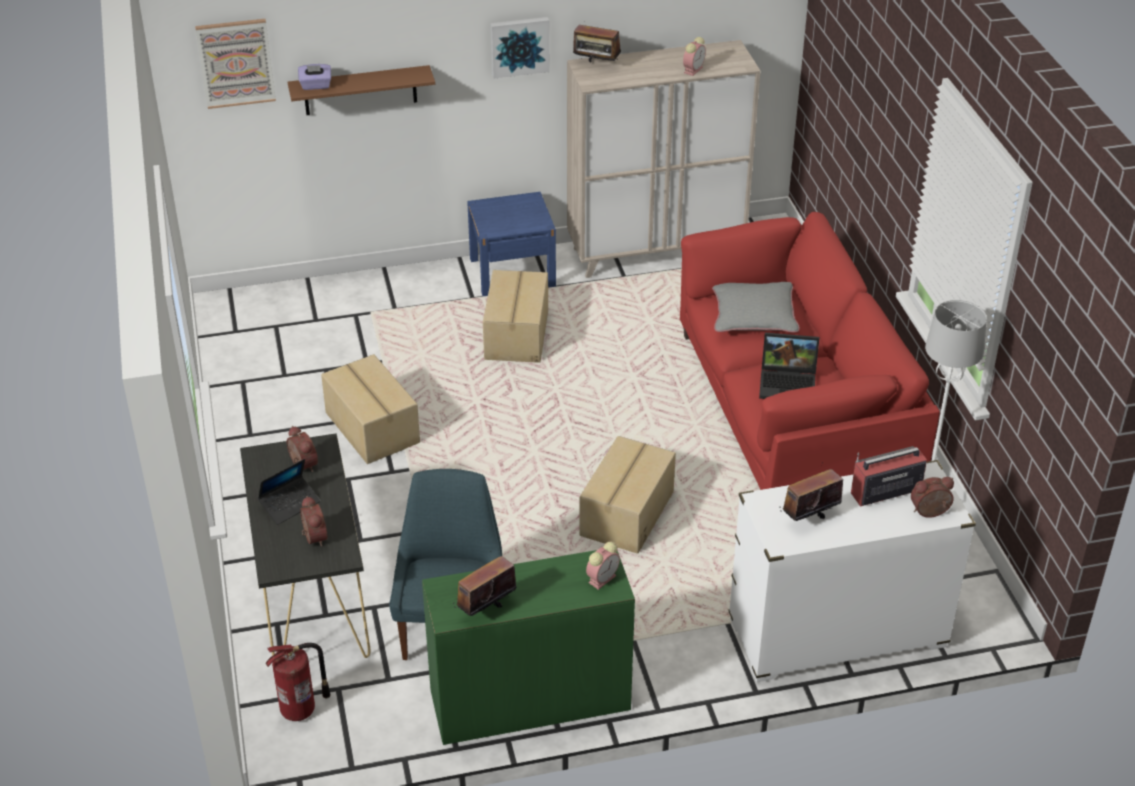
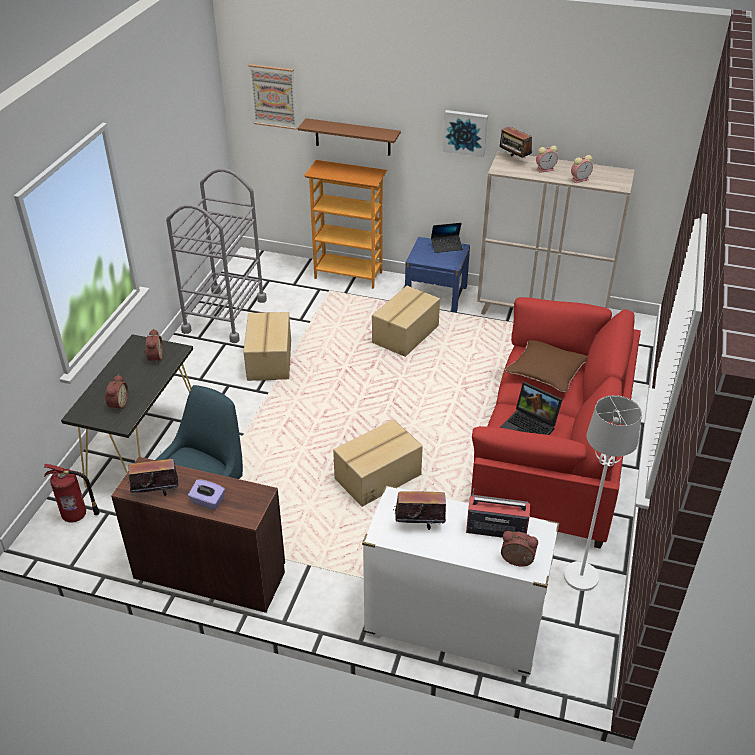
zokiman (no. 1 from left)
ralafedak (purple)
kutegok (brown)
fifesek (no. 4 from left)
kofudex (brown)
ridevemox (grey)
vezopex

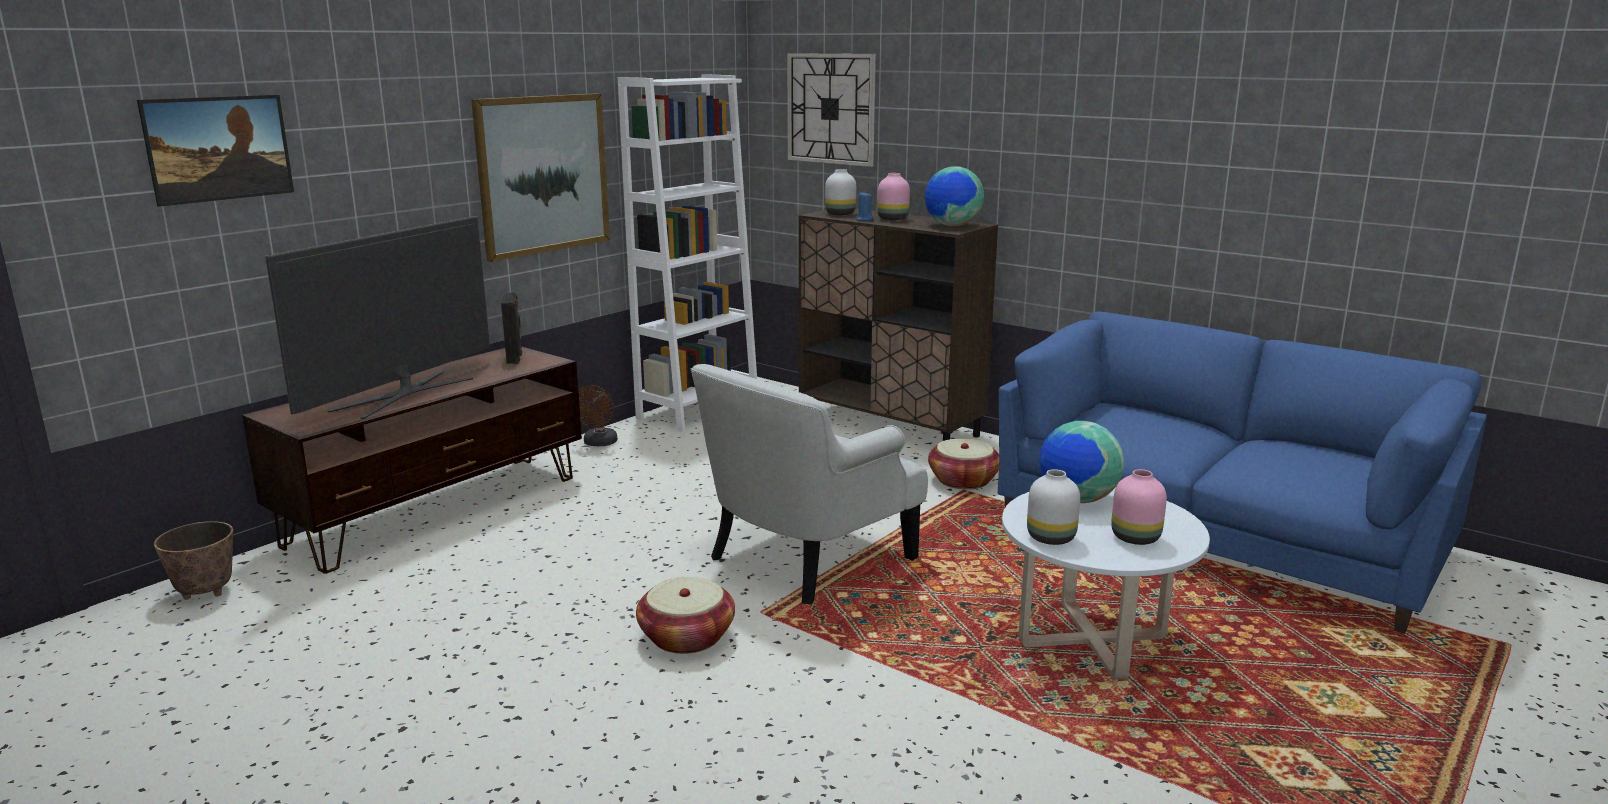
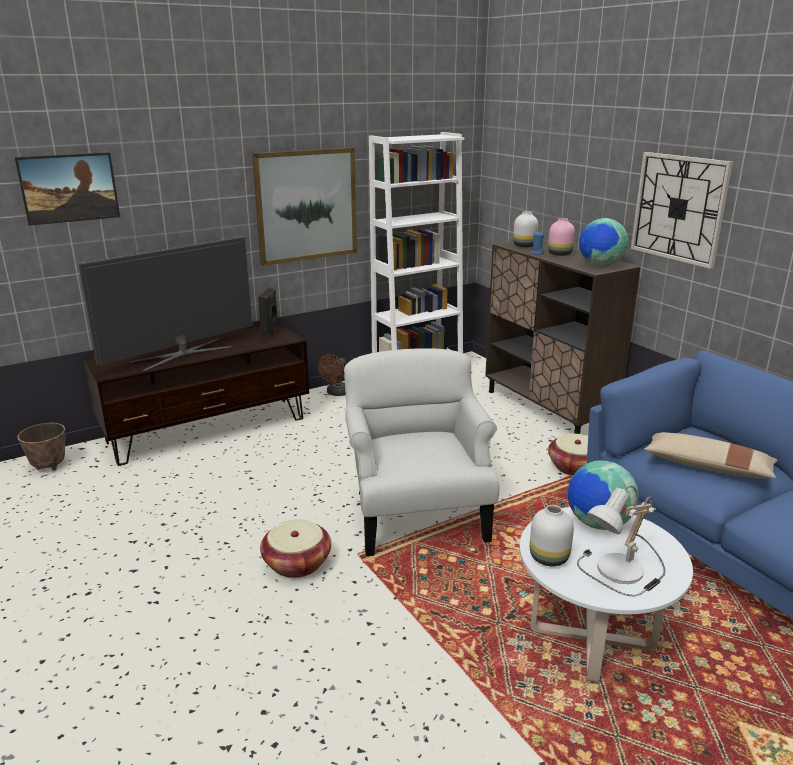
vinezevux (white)
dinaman
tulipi
kofudex (beige)

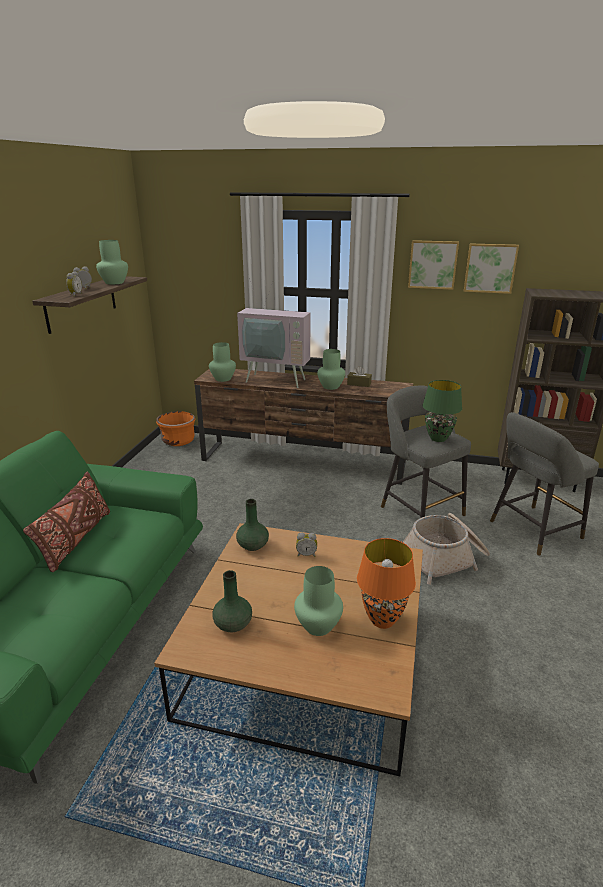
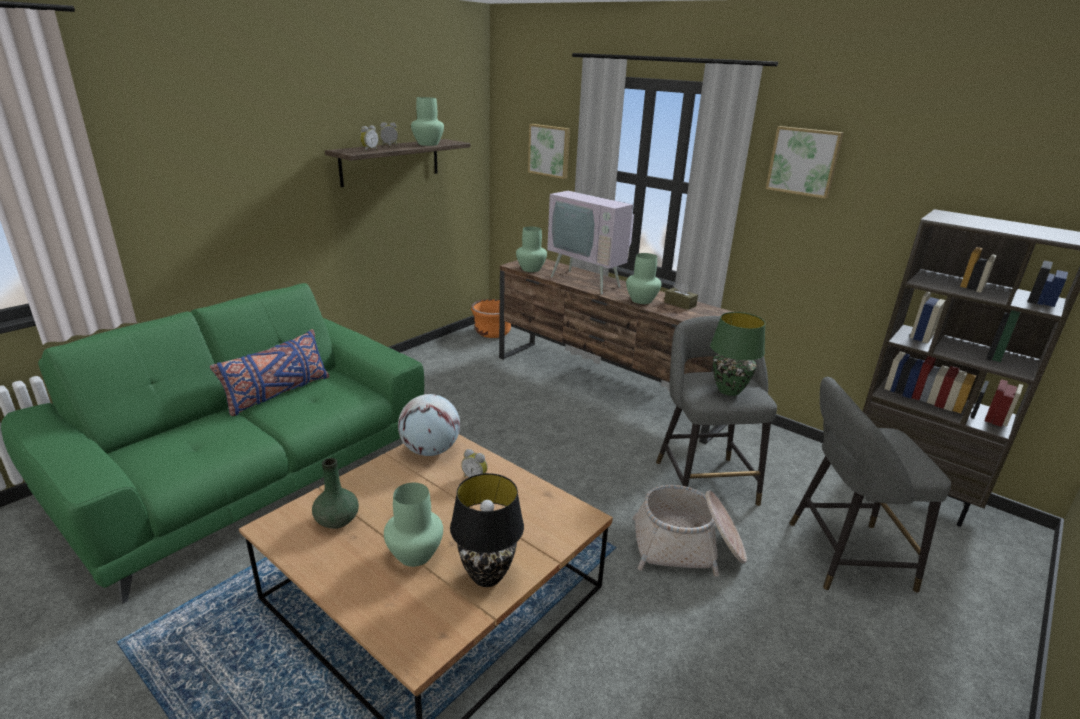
kofudex (blue)
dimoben
tulipi (black)
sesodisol (no. 1 from left)

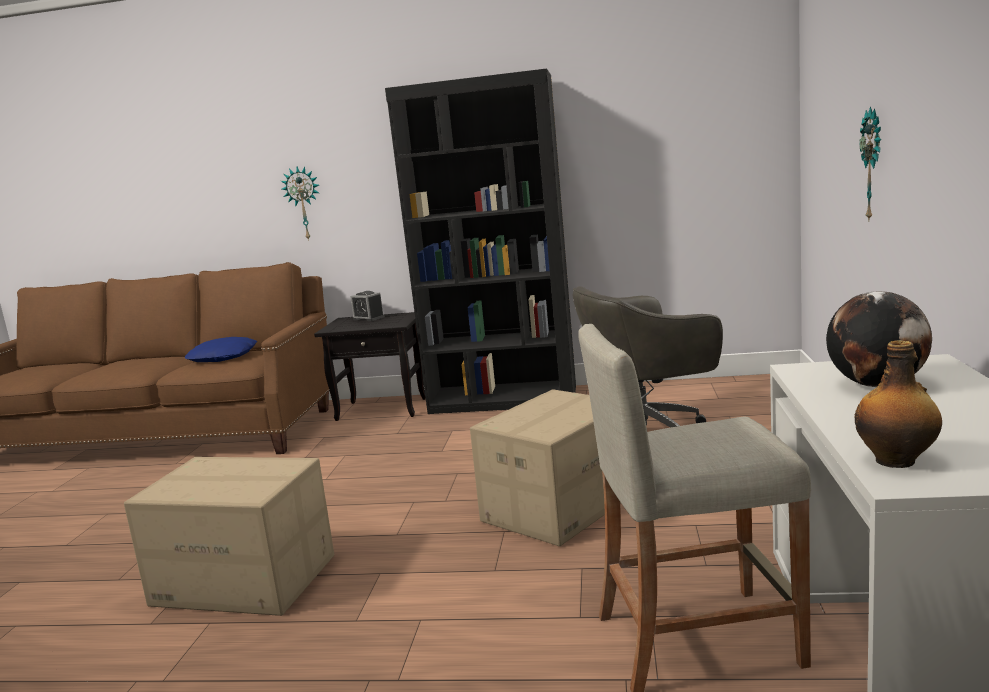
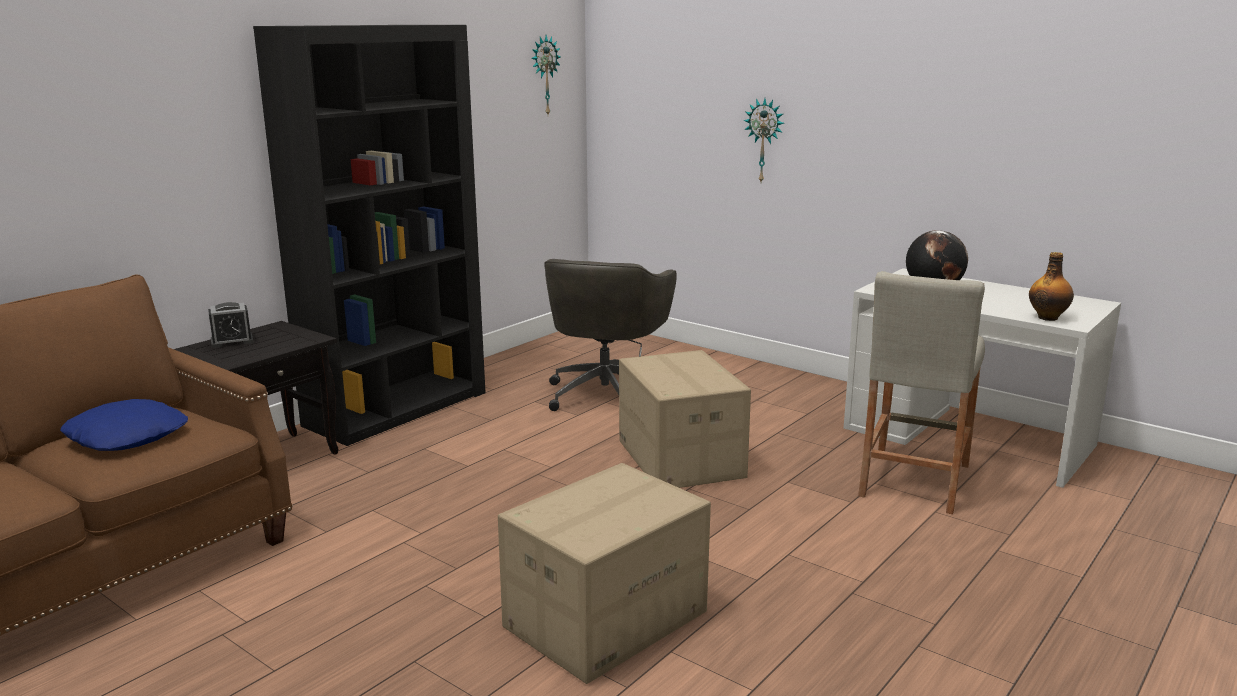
dinaman (no. 1 from left)

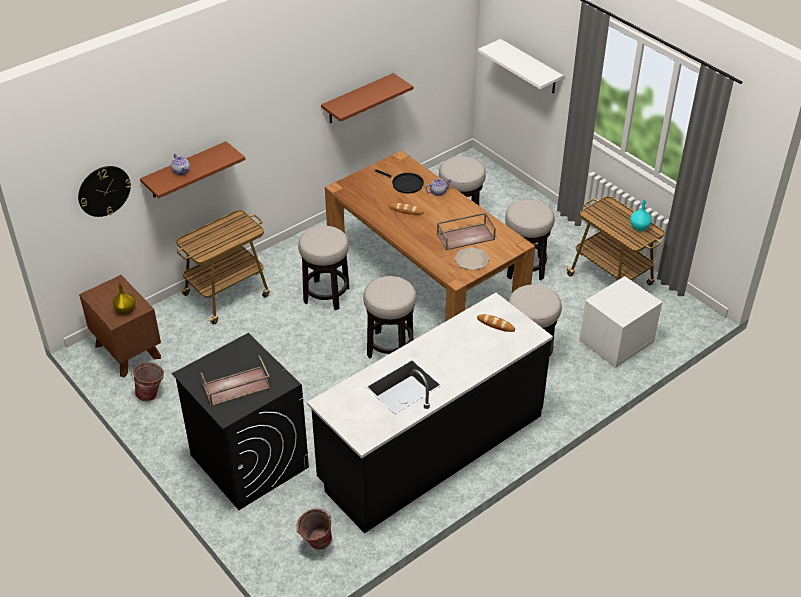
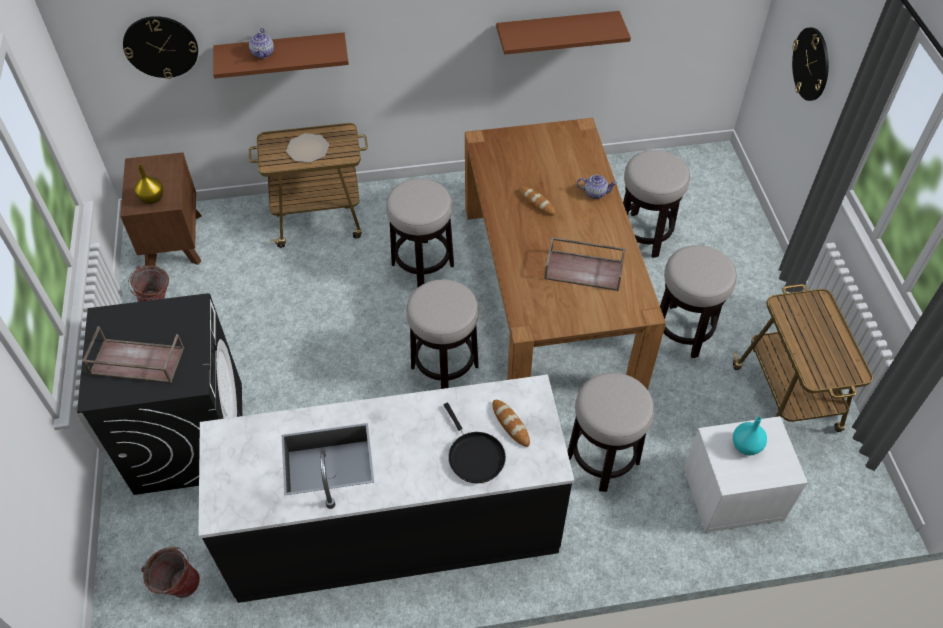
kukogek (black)
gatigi
dinaman (no. 2 from left)
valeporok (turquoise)

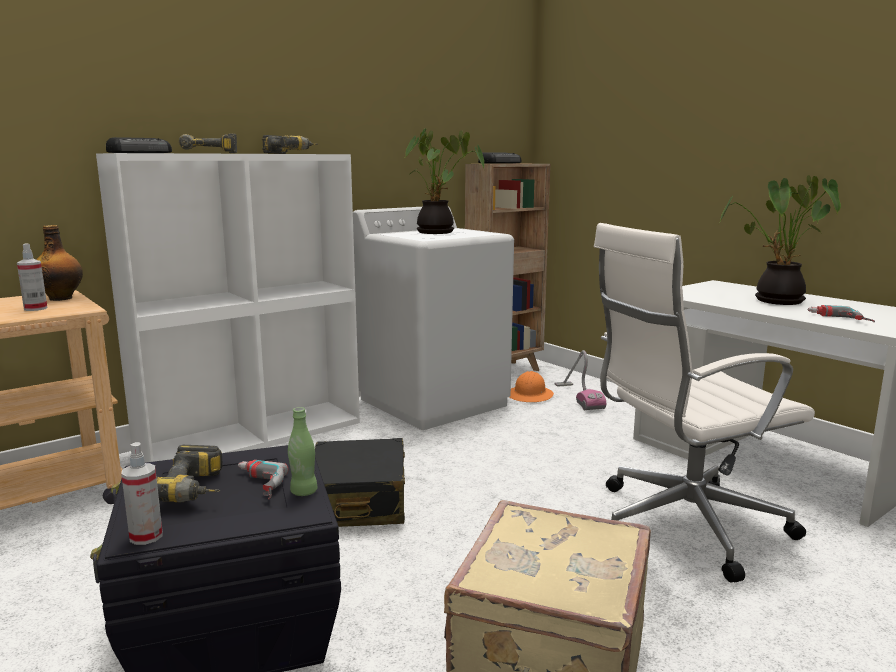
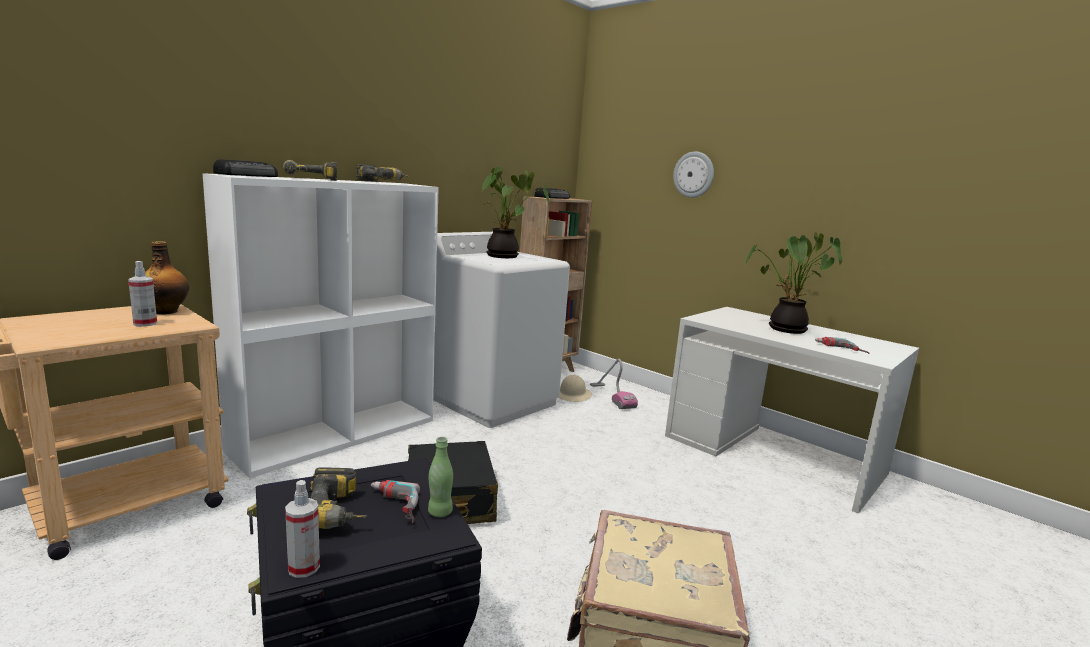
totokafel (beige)
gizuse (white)
dinaman

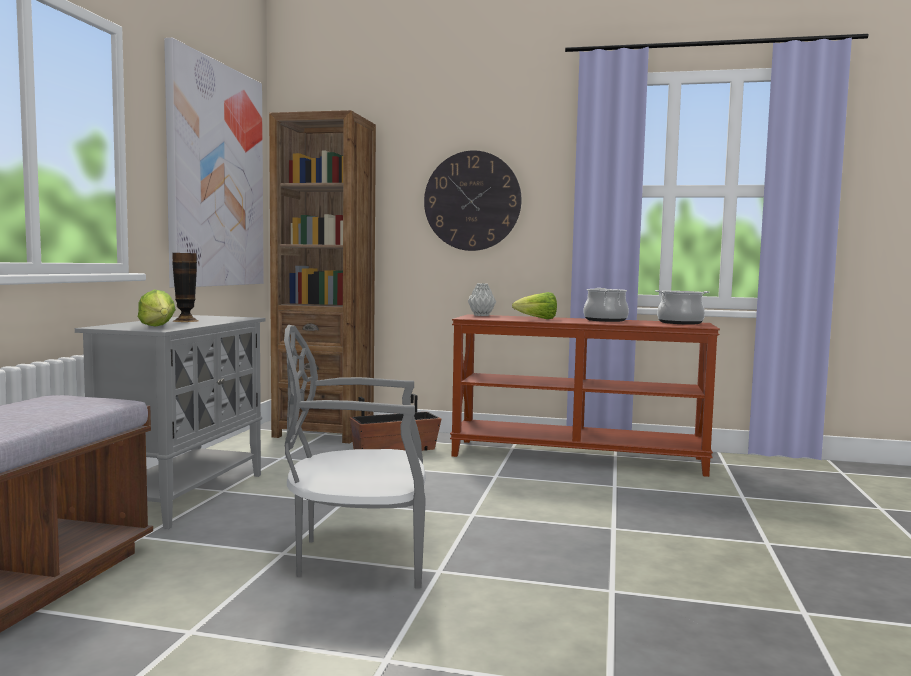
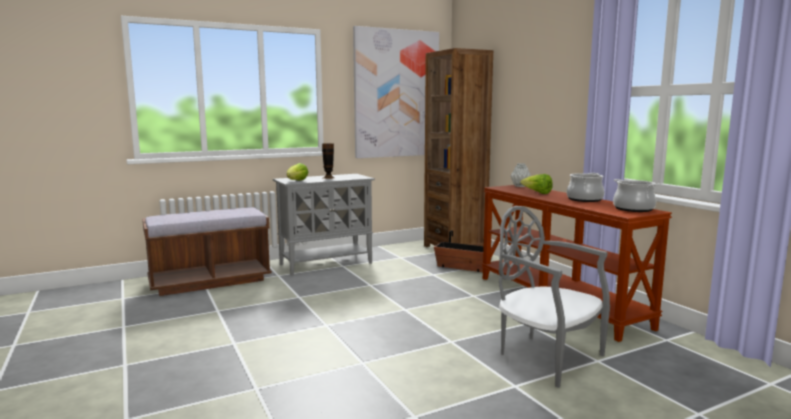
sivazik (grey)
dinaman

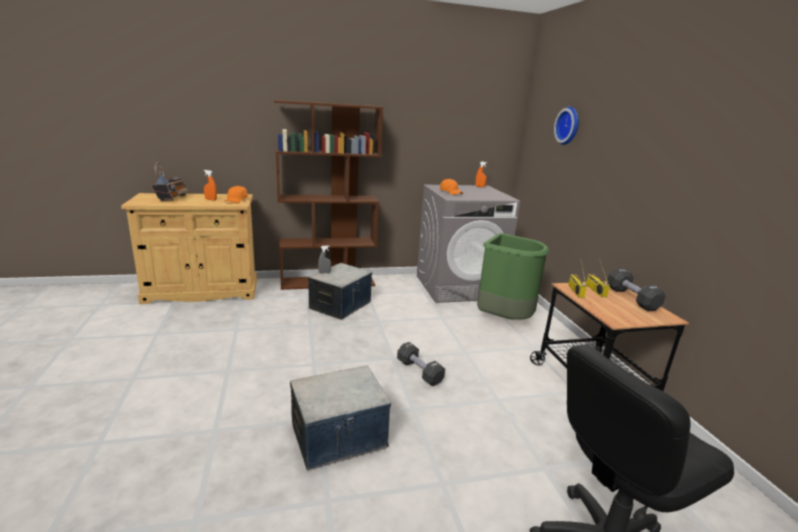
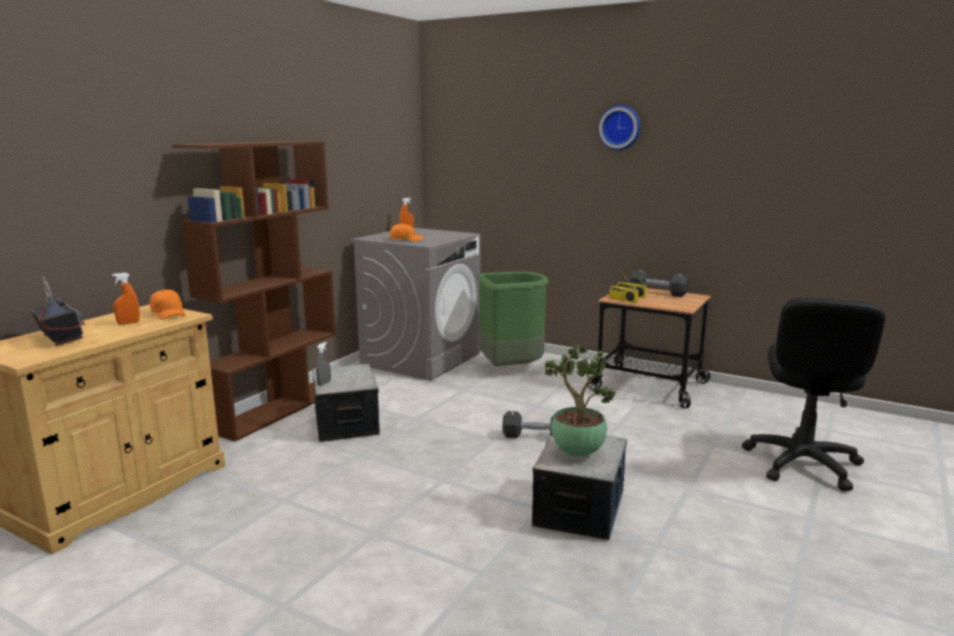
dinaman
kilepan

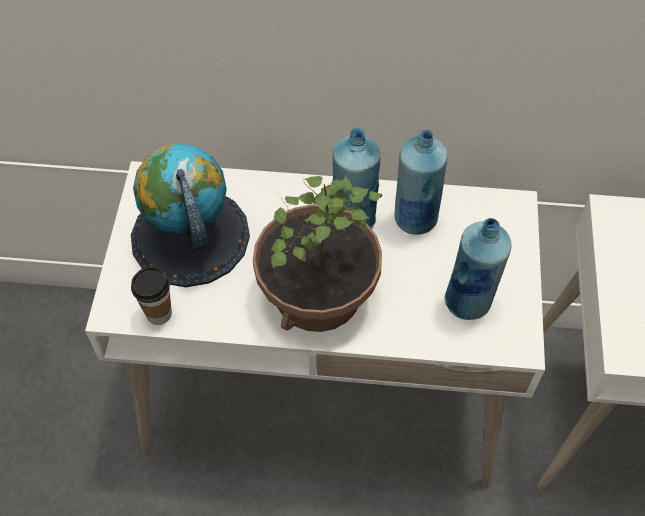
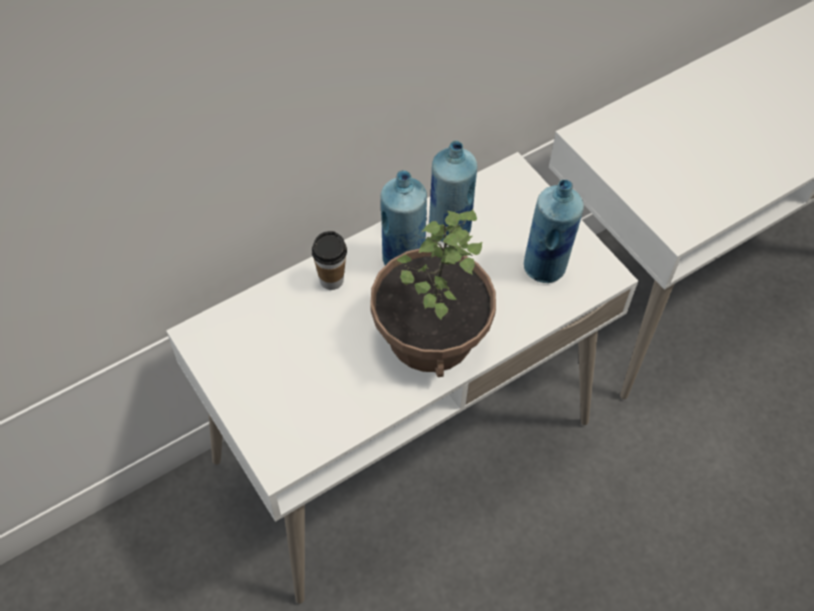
dimoben
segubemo

